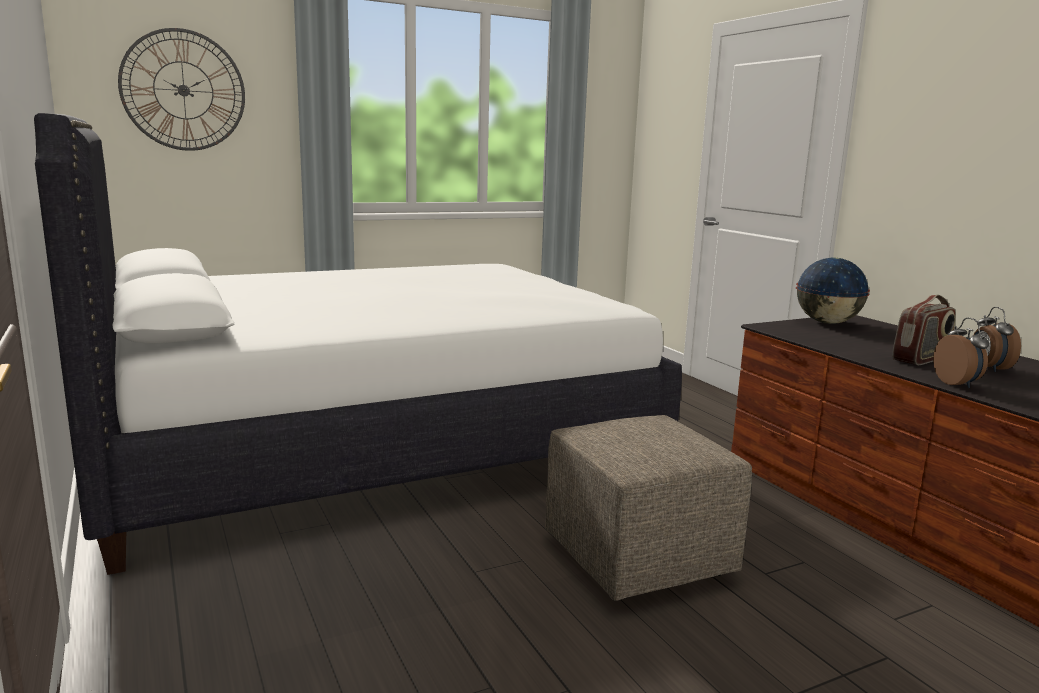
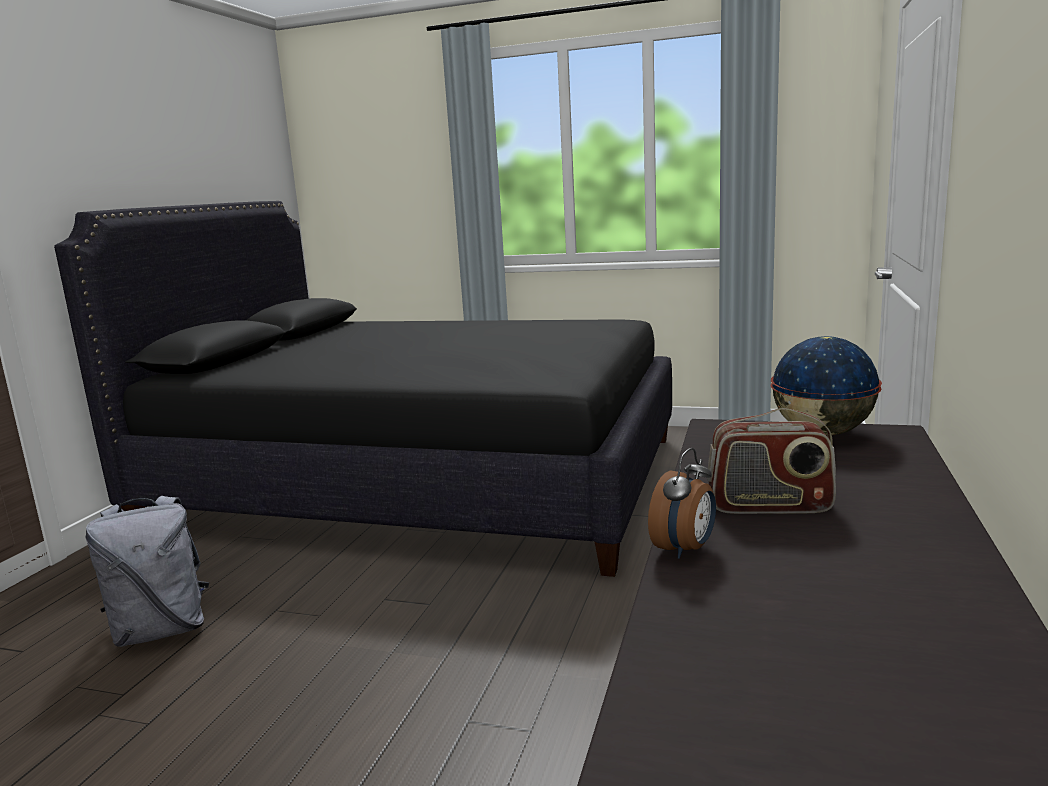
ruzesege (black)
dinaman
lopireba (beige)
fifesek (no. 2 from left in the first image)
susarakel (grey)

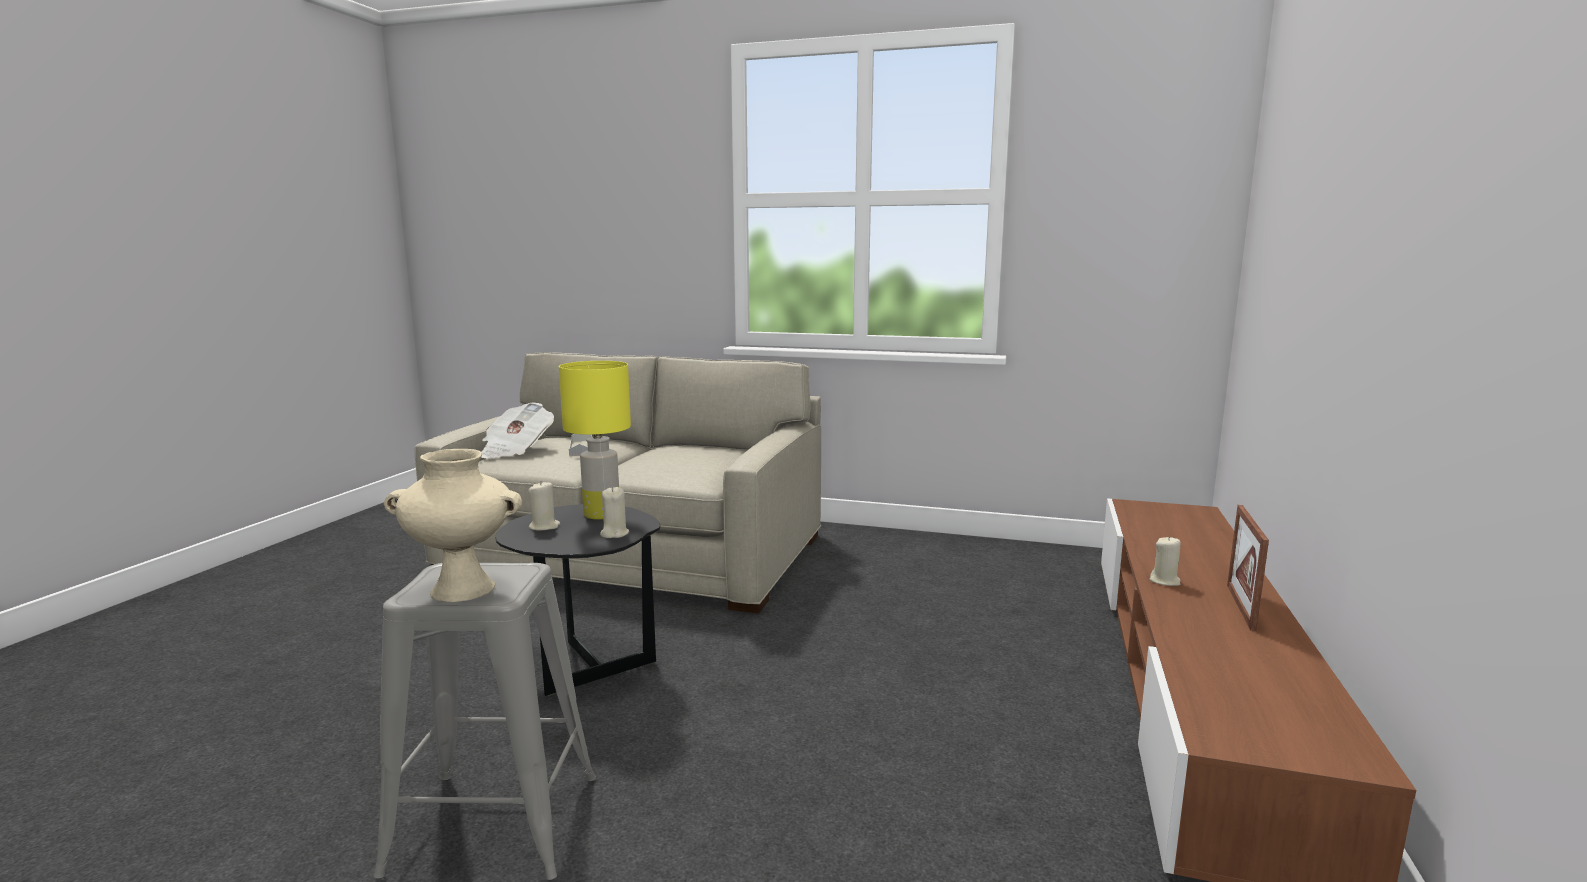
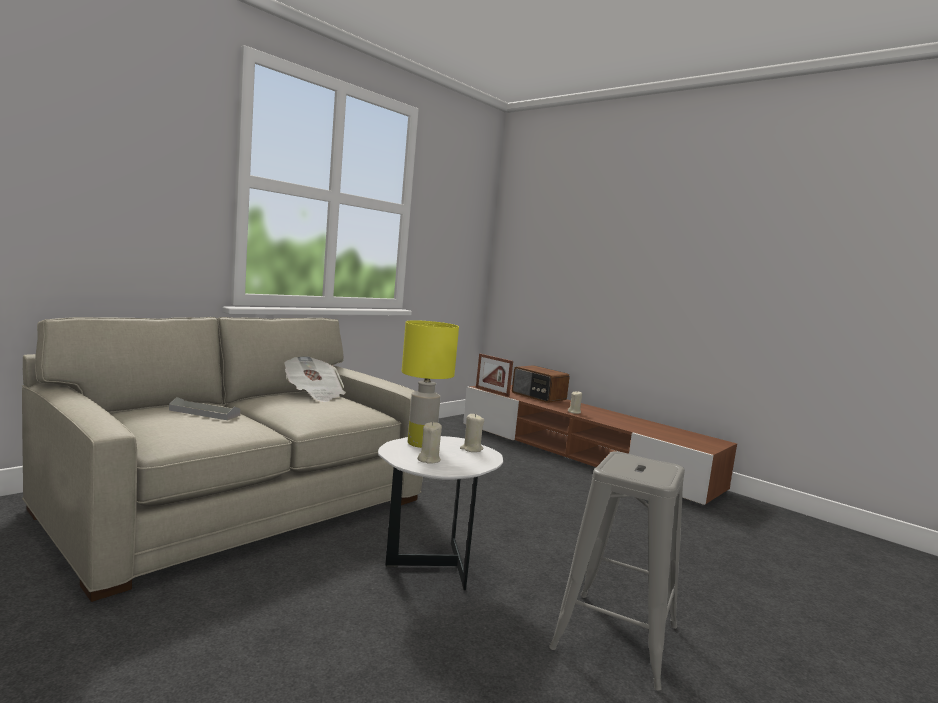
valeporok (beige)
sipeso
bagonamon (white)
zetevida
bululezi

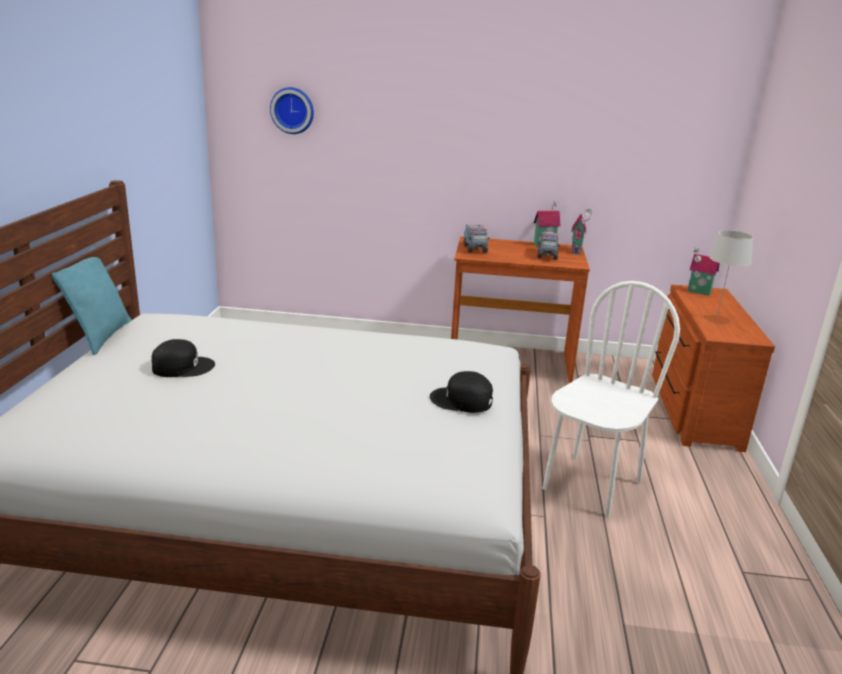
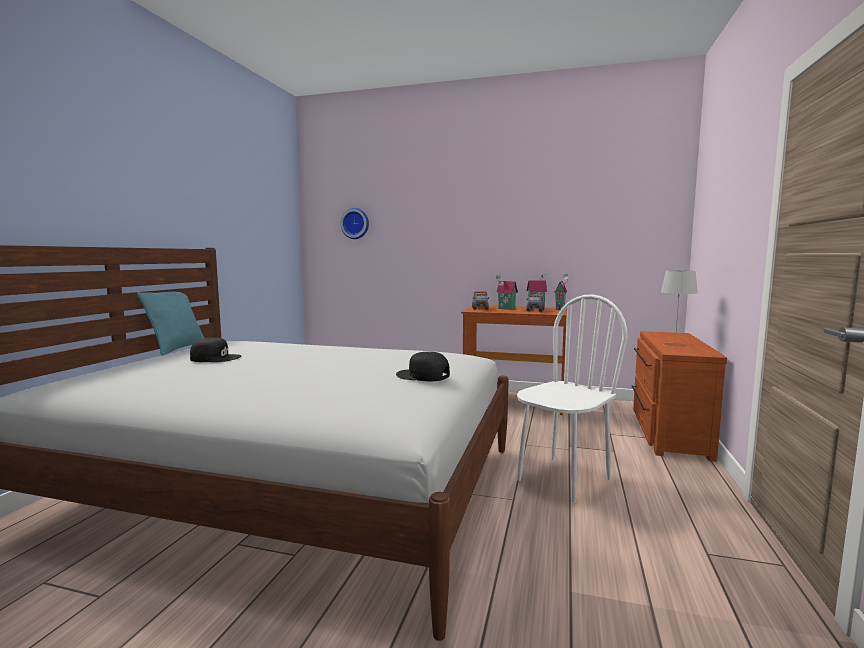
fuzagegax (no. 1 from left)

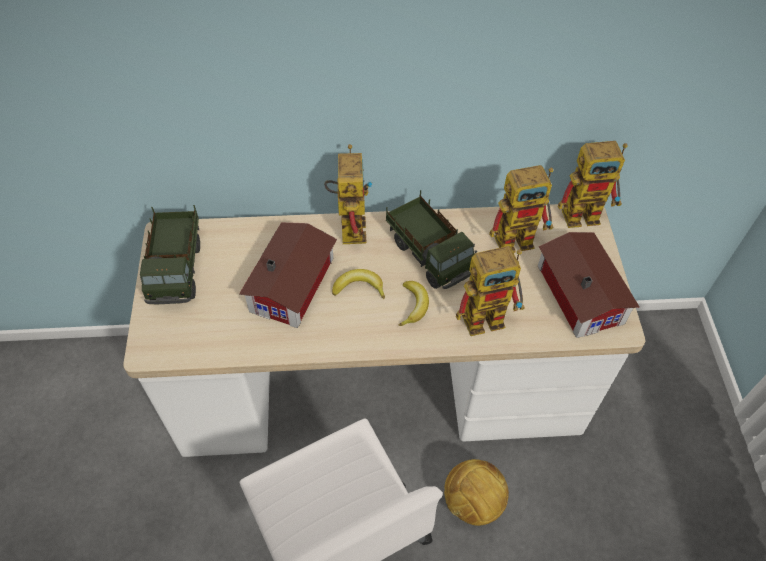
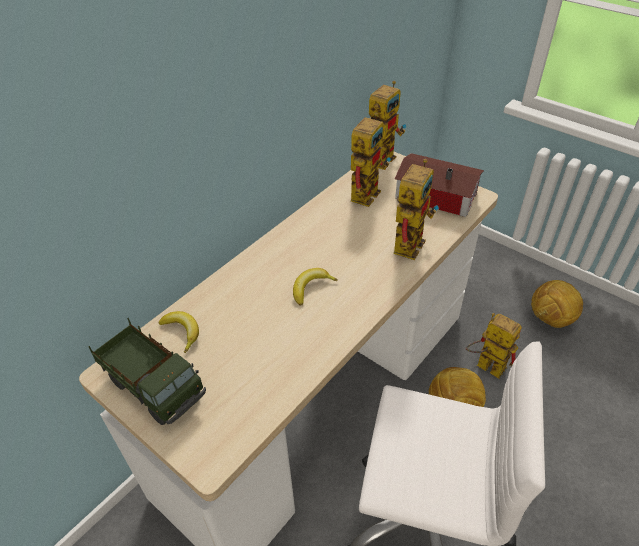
fuzagegax (no. 1 from left in the first image)
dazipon (no. 4 from left)
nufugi (no. 2 from left in the first image)
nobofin (no. 1 from left)
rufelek (no. 2 from left)

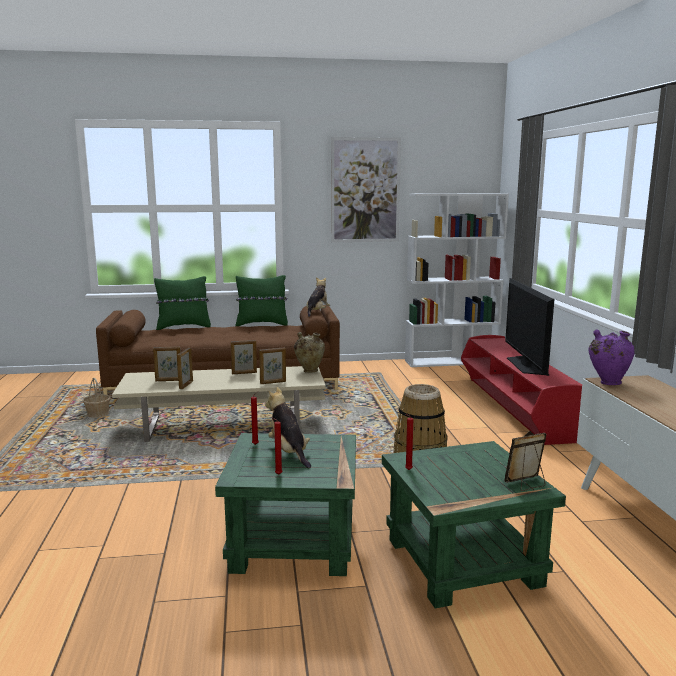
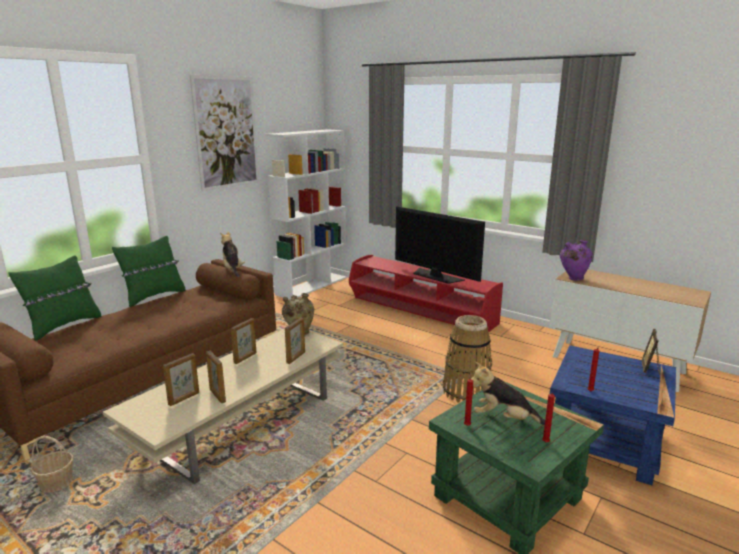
bagonamon (blue)

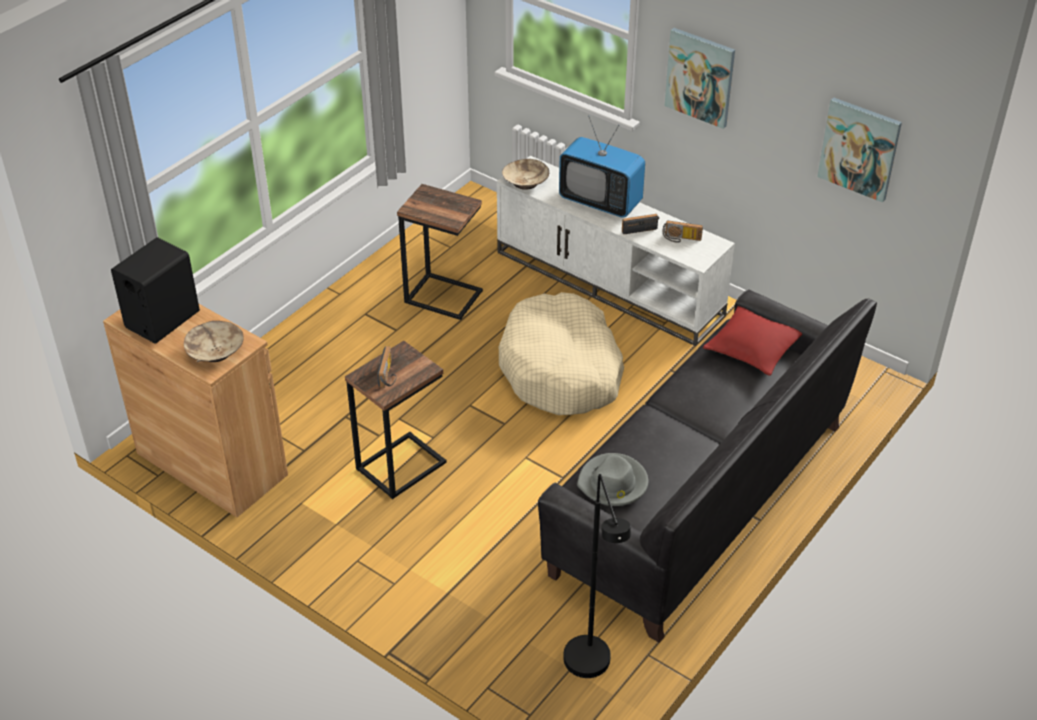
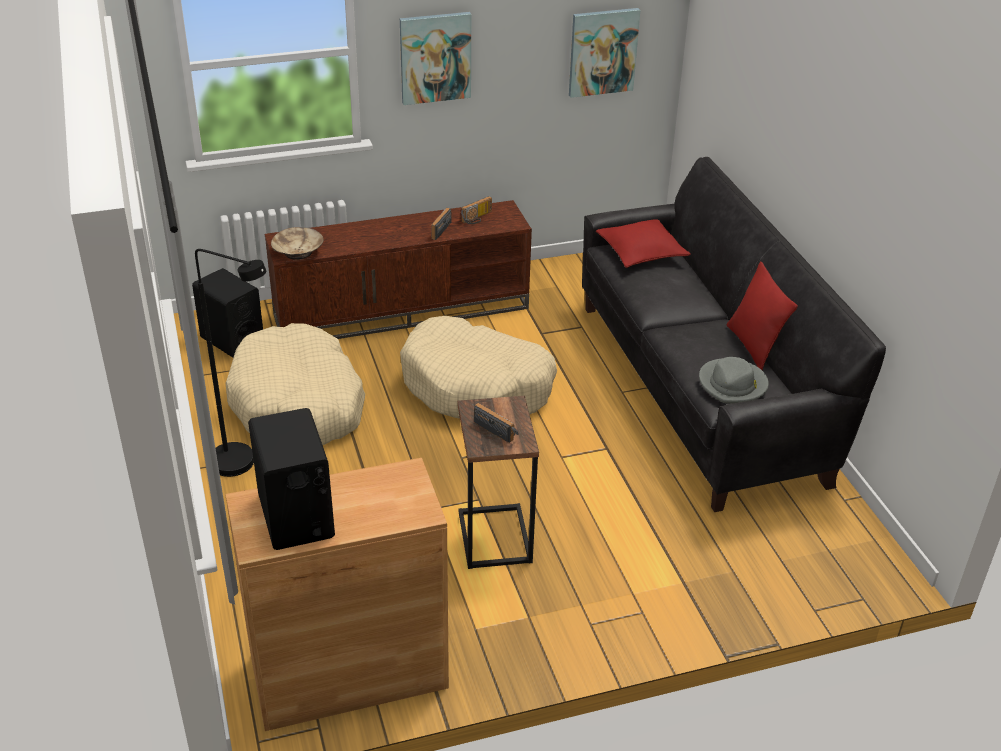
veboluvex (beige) (no. 1 from left in the first image)
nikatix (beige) (no. 1 from left)
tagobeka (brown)
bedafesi
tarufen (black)
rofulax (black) (no. 1 from left)
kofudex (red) (no. 2 from left)

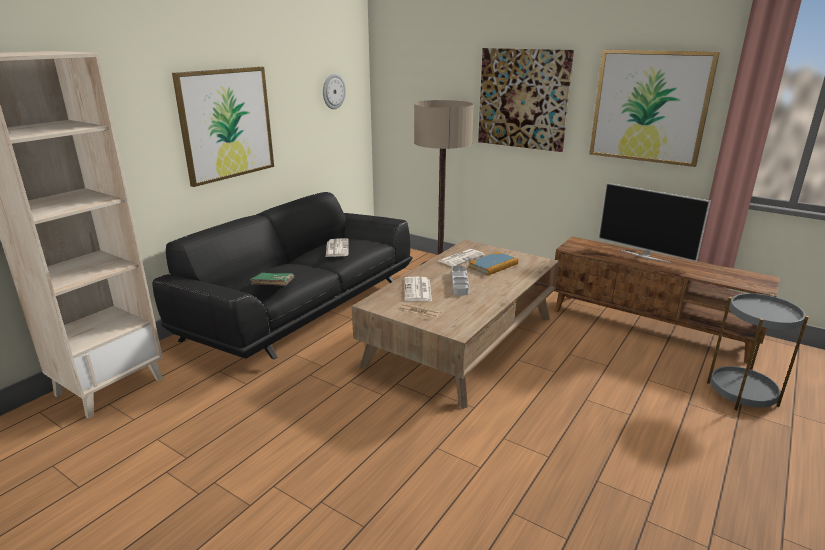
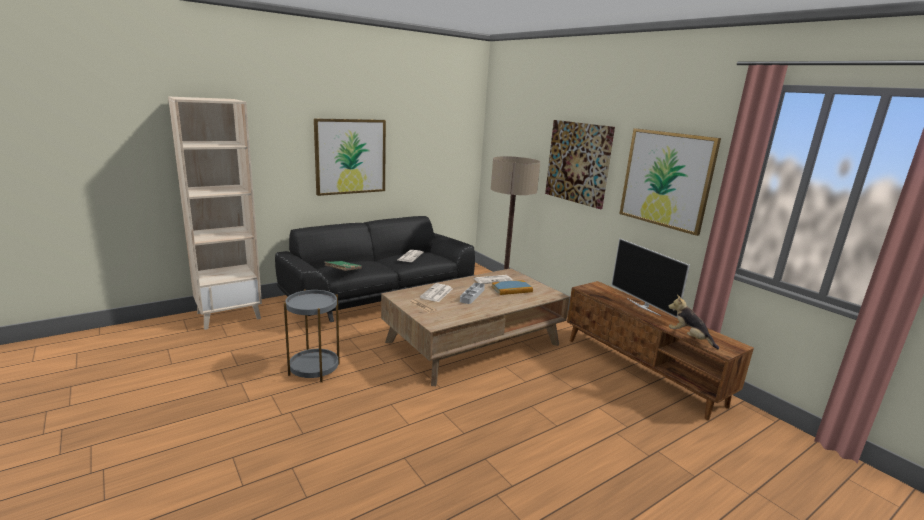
dinaman
bagonamon (grey)
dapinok

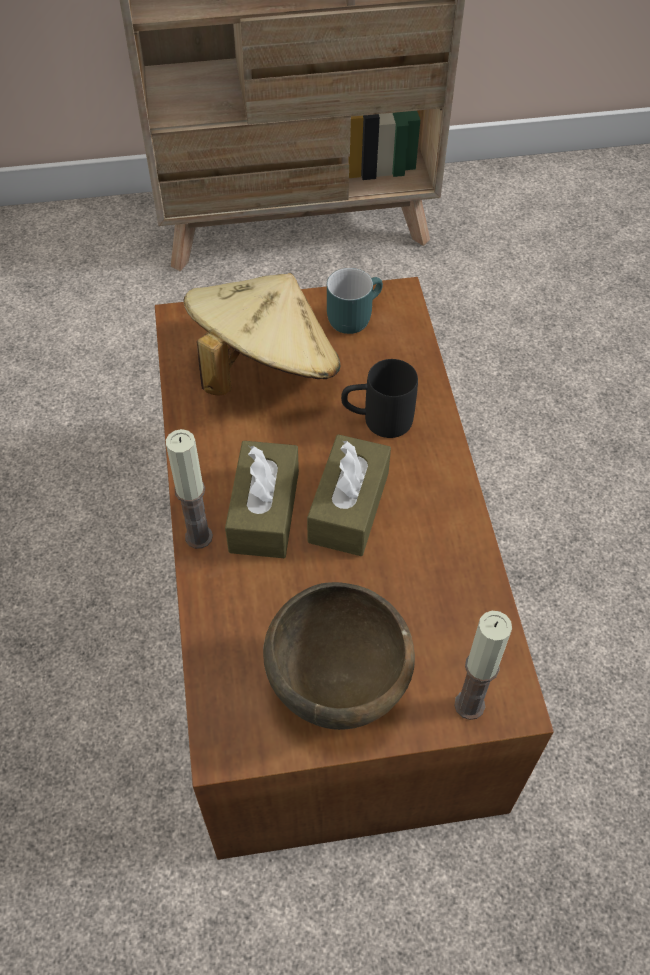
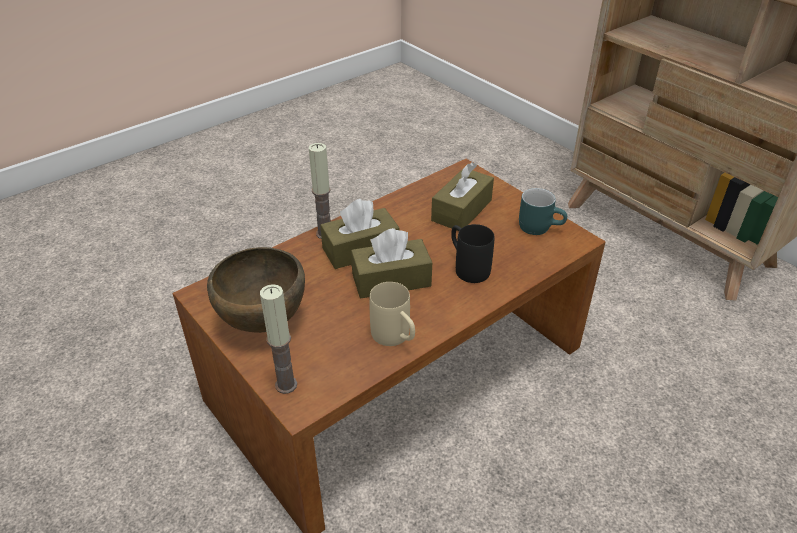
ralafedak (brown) (no. 3 from left)
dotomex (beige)

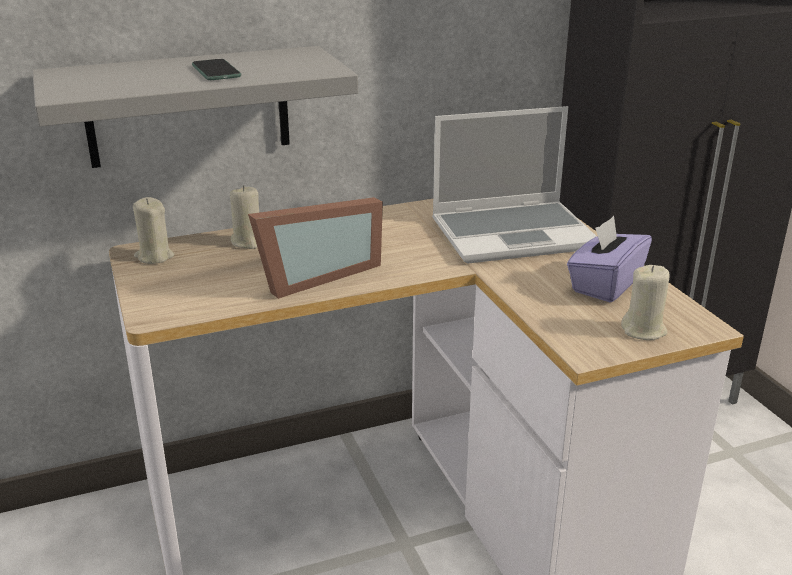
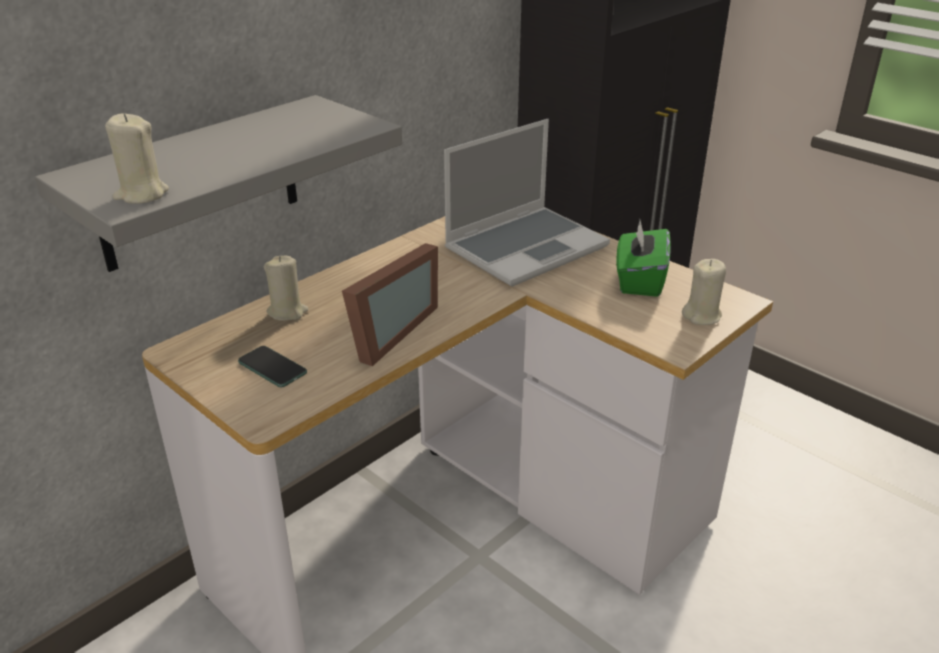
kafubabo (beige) (no. 1 from left)
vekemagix
ralafedak (green)

